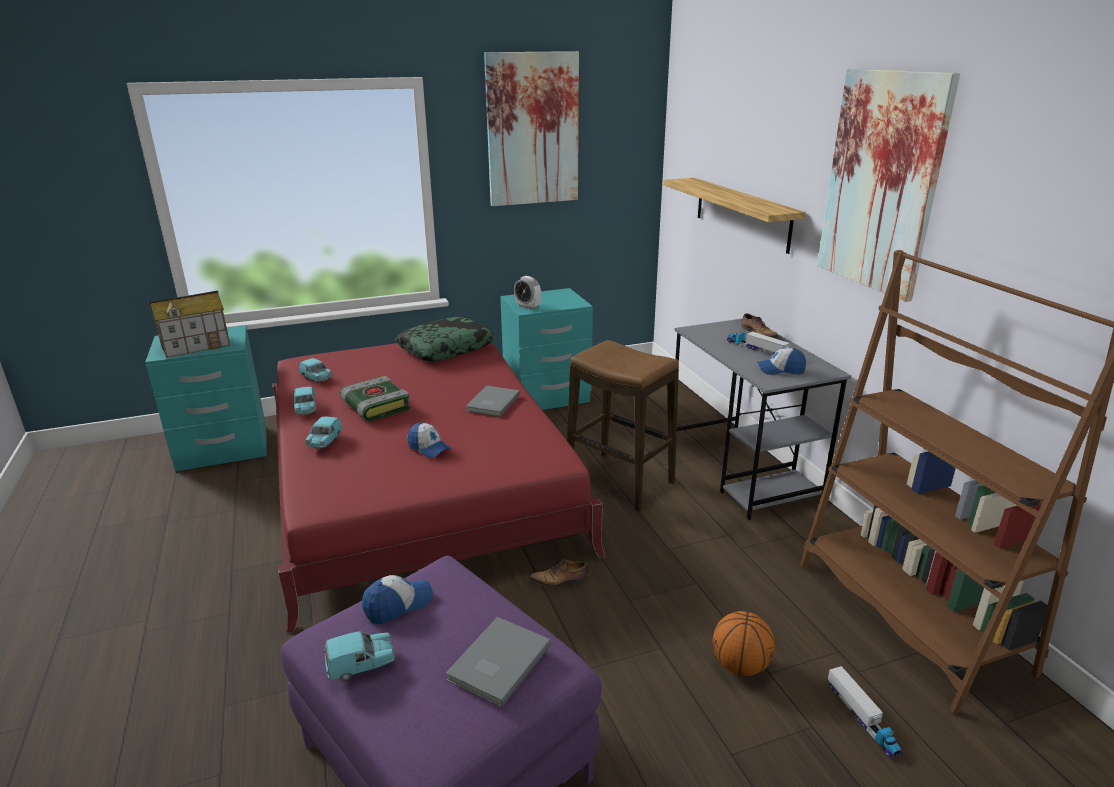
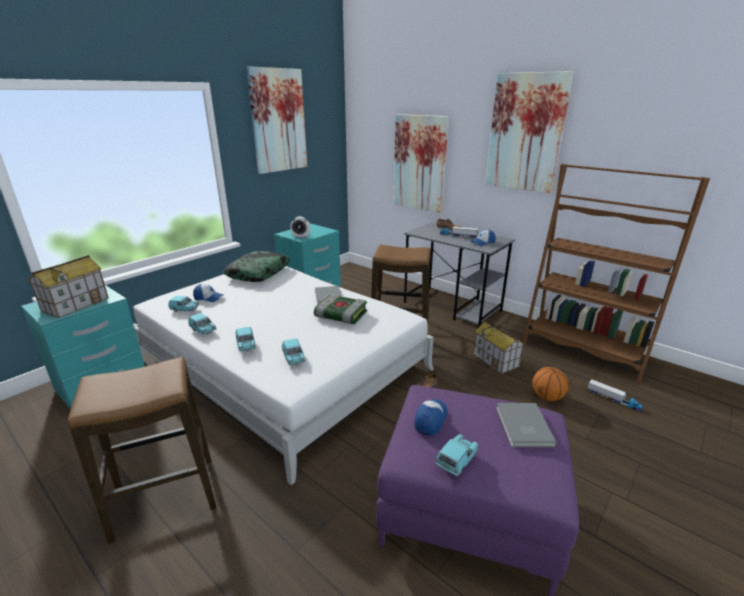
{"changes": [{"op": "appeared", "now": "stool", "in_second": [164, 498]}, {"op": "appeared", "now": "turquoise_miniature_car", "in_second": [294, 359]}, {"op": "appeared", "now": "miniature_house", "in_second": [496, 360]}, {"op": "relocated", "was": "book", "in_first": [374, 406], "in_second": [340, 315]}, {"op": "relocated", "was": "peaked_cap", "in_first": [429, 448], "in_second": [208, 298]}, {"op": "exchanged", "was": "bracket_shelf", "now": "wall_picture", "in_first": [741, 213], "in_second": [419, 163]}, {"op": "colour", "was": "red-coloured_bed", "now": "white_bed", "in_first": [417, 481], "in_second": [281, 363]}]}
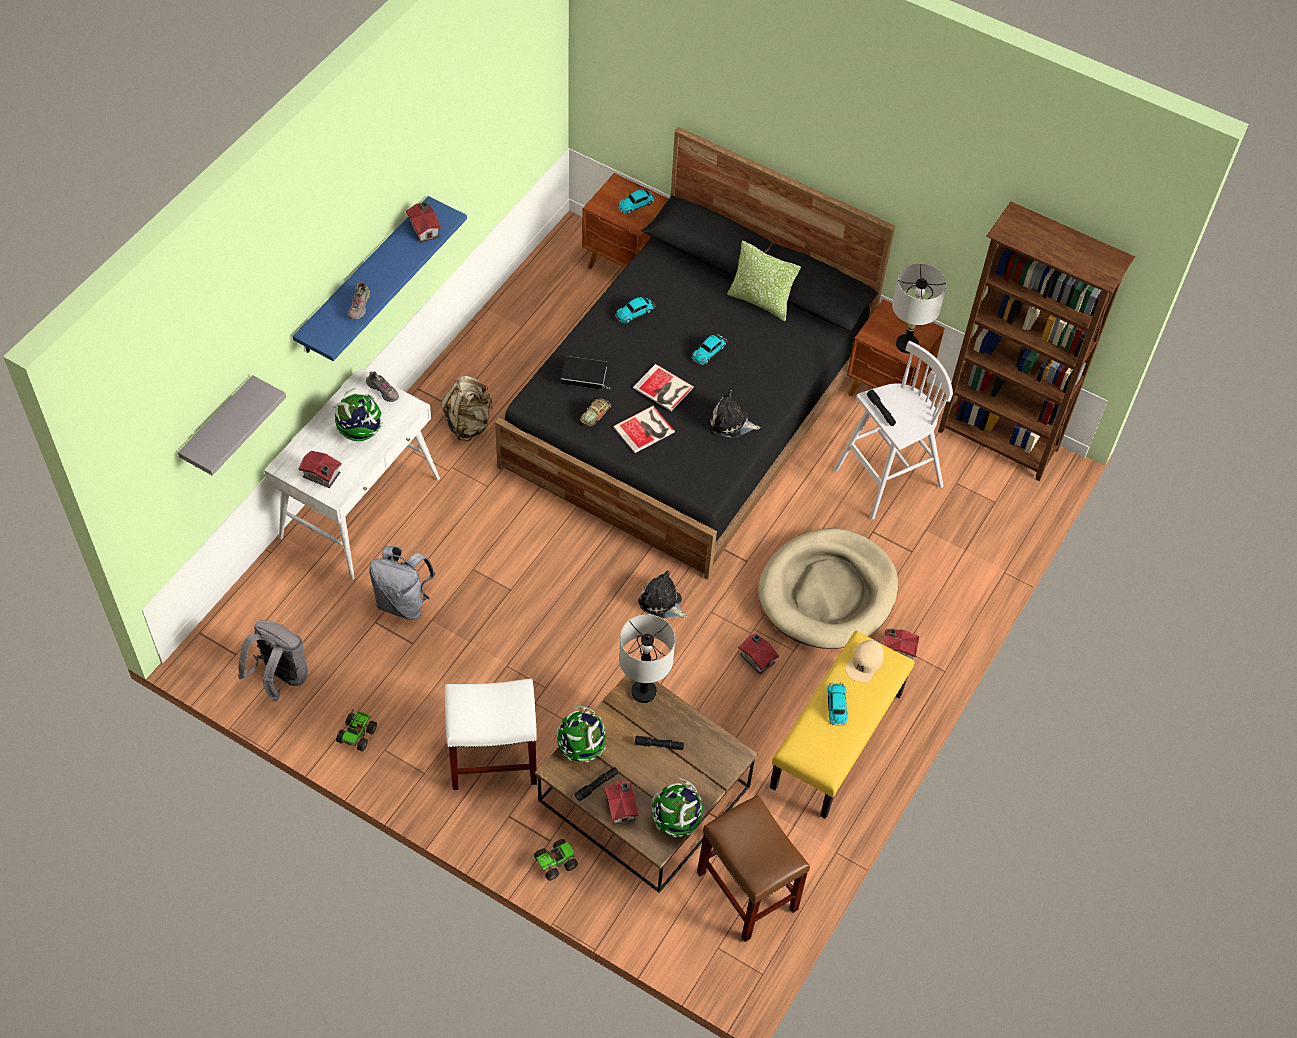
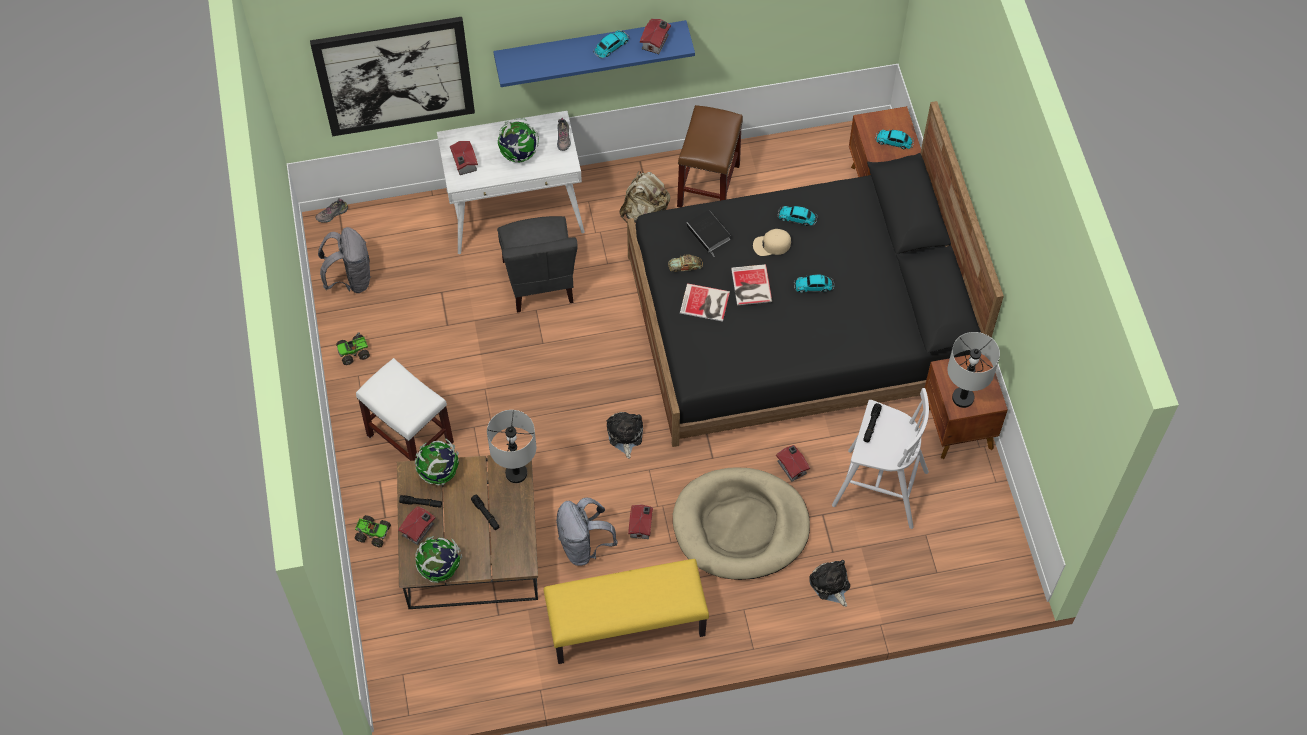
{"changes": [{"op": "missing", "was": "throw_pillow", "in_first": [760, 301]}, {"op": "missing", "was": "brown-coloured_bookcase", "in_first": [998, 442]}, {"op": "appeared", "now": "gray_plain_chair", "in_second": [540, 281]}, {"op": "relocated", "was": "shoe", "in_first": [360, 306], "in_second": [332, 214]}, {"op": "relocated", "was": "gray_rucksack", "in_first": [403, 602], "in_second": [584, 546]}, {"op": "relocated", "was": "brown-coloured_stool", "in_first": [746, 890], "in_second": [708, 185]}, {"op": "relocated", "was": "cuddly_toy", "in_first": [731, 423], "in_second": [830, 585]}, {"op": "relocated", "was": "miniature_car", "in_first": [836, 706], "in_second": [611, 47]}, {"op": "relocated", "was": "beige_peaked_cap", "in_first": [864, 663], "in_second": [771, 245]}, {"op": "relocated", "was": "miniature_house", "in_first": [897, 649], "in_second": [792, 466]}, {"op": "exchanged", "was": "gray_bracket_shelf", "now": "wall_picture", "in_first": [218, 425], "in_second": [394, 76]}]}
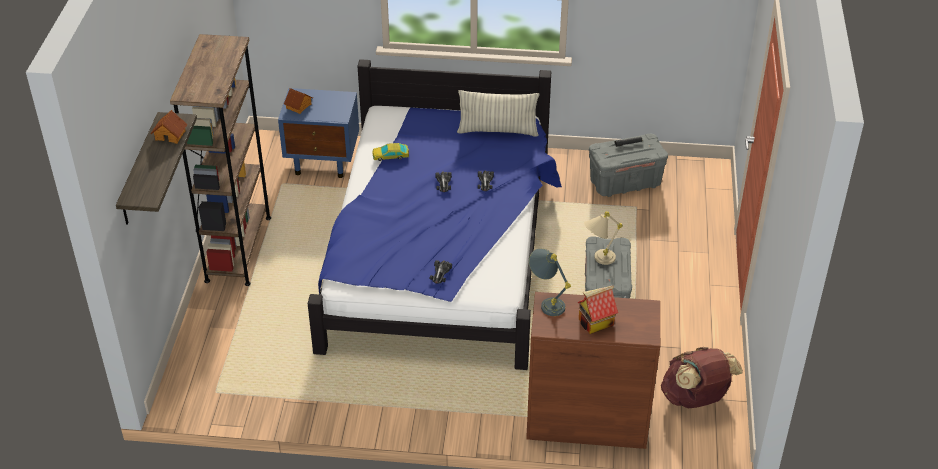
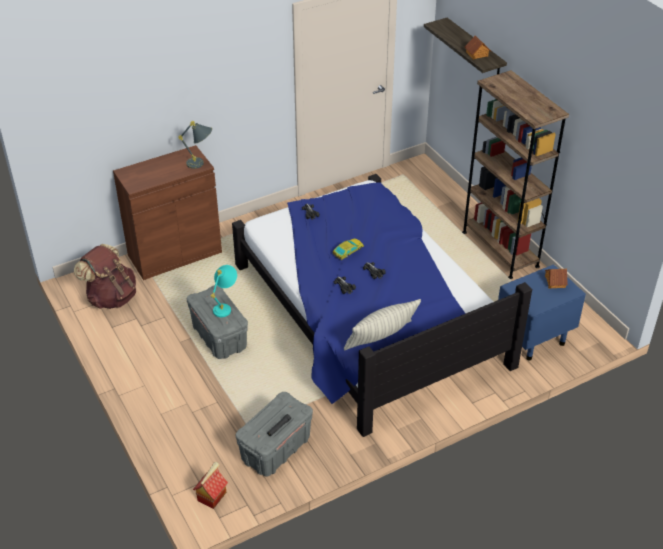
{"changes": [{"op": "relocated", "was": "miniature_car", "in_first": [390, 155], "in_second": [348, 251]}, {"op": "relocated", "was": "miniature_house", "in_first": [595, 323], "in_second": [211, 496]}, {"op": "colour", "was": "beige_table_lamp", "now": "turquoise_table_lamp", "in_first": [597, 260], "in_second": [225, 306]}]}
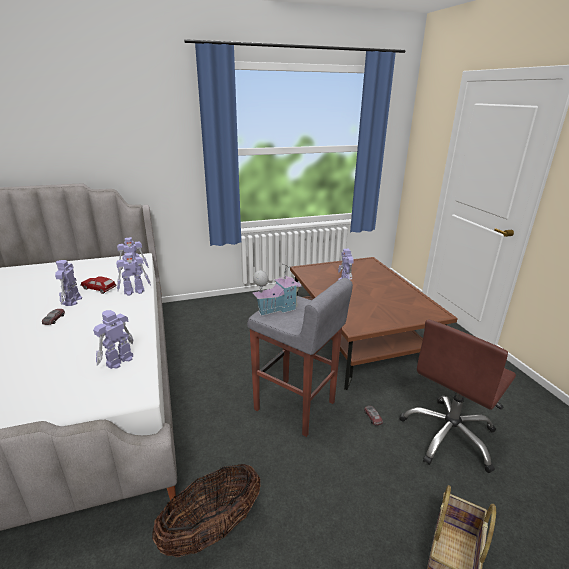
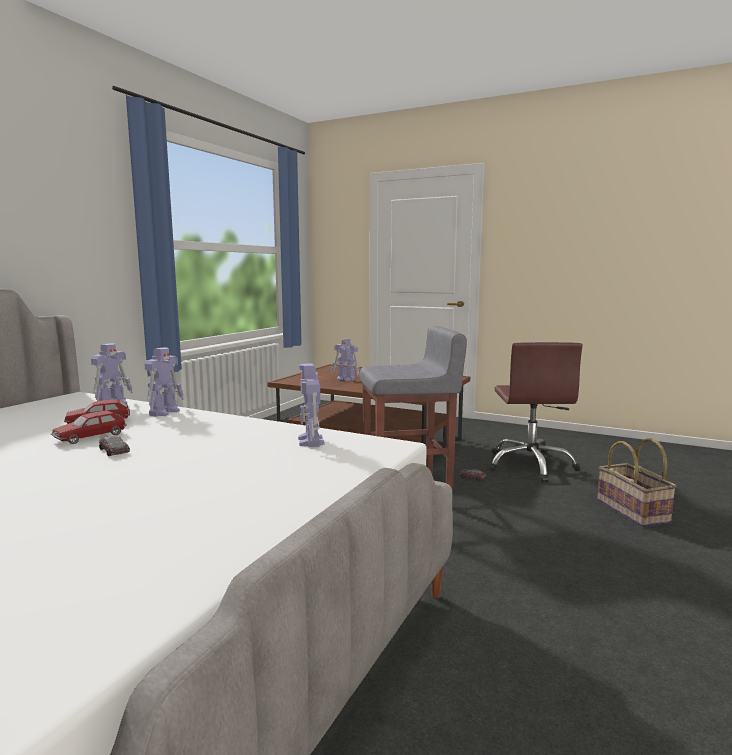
{"changes": [{"op": "missing", "was": "basket", "in_first": [212, 530]}, {"op": "missing", "was": "miniature_house", "in_first": [276, 308]}, {"op": "exchanged", "was": "robot_figure", "now": "miniature_car", "in_first": [72, 301], "in_second": [90, 437]}]}
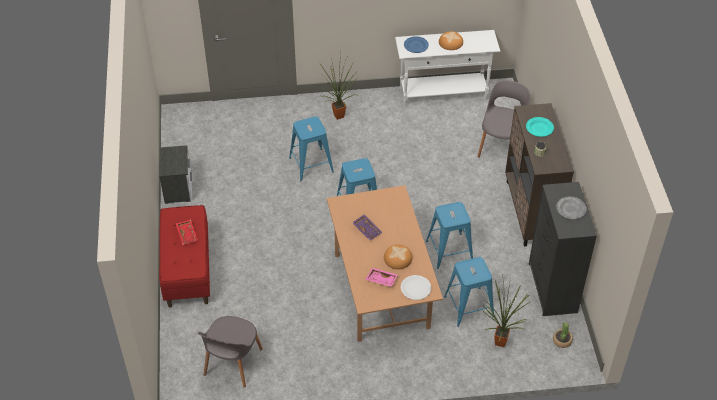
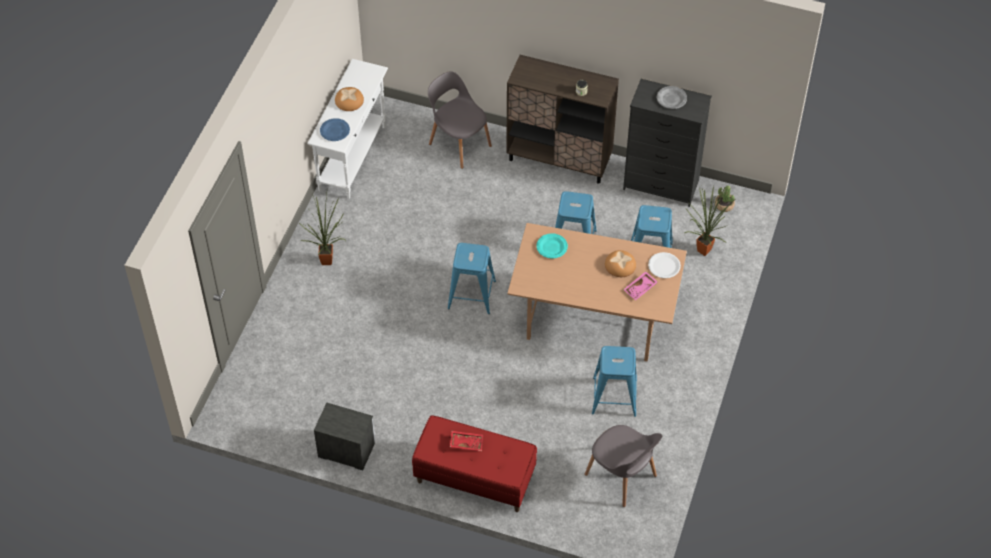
{"changes": [{"op": "missing", "was": "purplish_carrying_tray", "in_first": [367, 229]}, {"op": "relocated", "was": "blue_stool", "in_first": [311, 165], "in_second": [614, 396]}, {"op": "relocated", "was": "turquoise_flat_dish", "in_first": [539, 128], "in_second": [551, 247]}]}
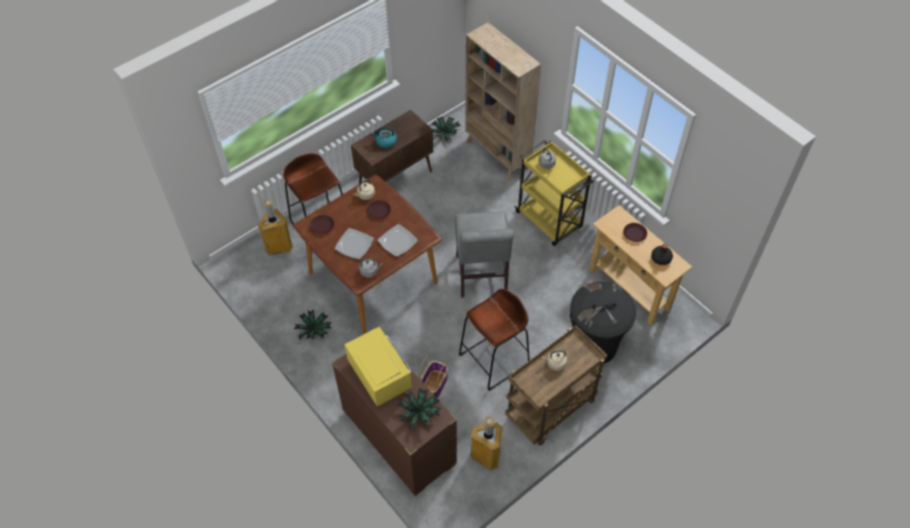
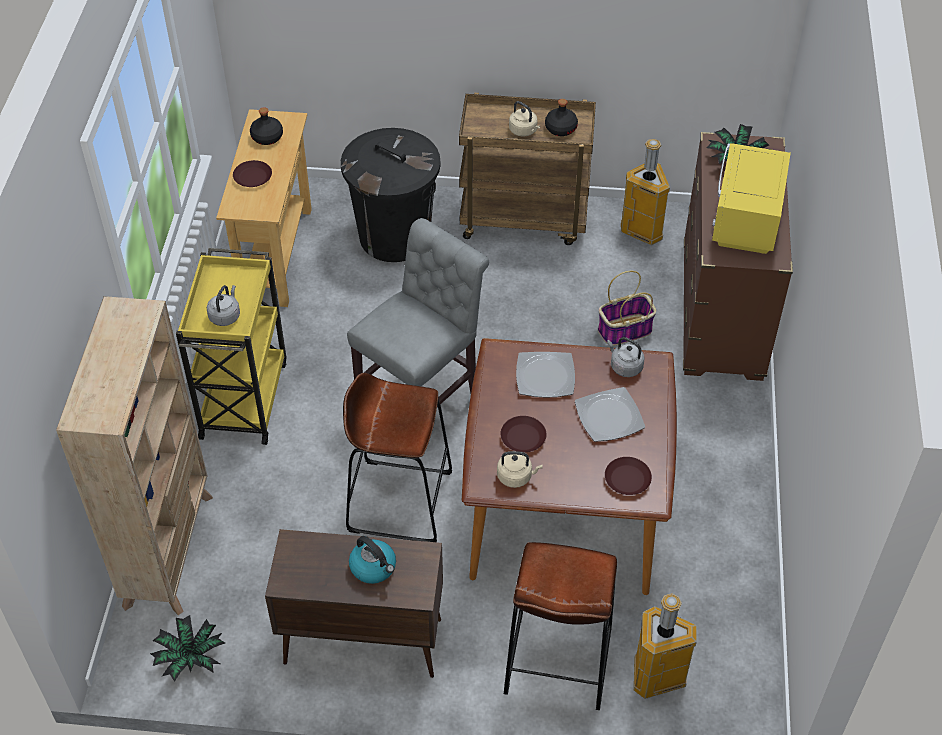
{"changes": [{"op": "missing", "was": "potted_plant", "in_first": [314, 331]}, {"op": "appeared", "now": "blackish_beverage_bottle", "in_second": [560, 128]}, {"op": "relocated", "was": "brown-coloured_stool", "in_first": [494, 360], "in_second": [399, 501]}]}
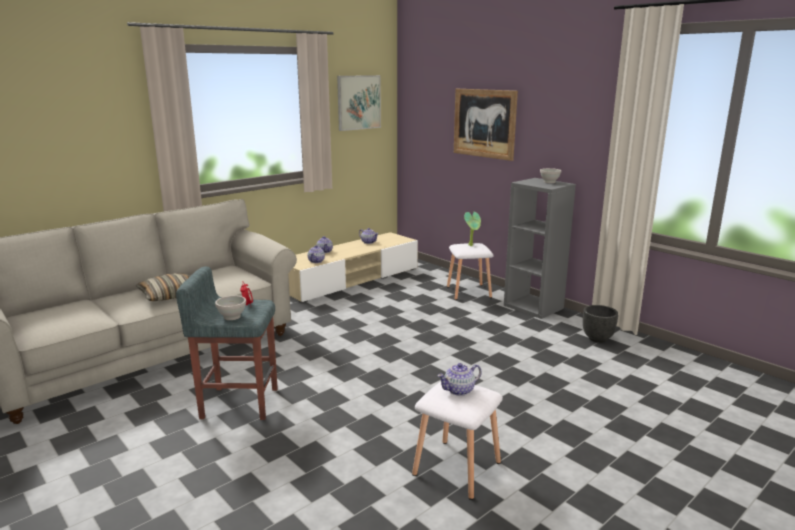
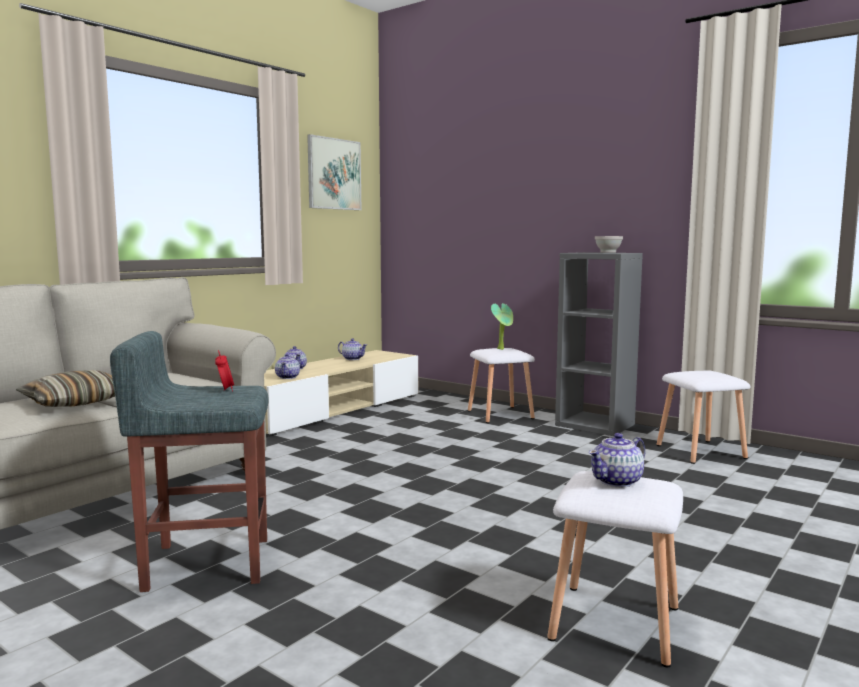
{"changes": [{"op": "missing", "was": "white_serving_bowl", "in_first": [231, 317]}, {"op": "missing", "was": "wall_picture", "in_first": [484, 123]}, {"op": "exchanged", "was": "blackish_flower_pot", "now": "white_stool", "in_first": [598, 339], "in_second": [702, 452]}]}
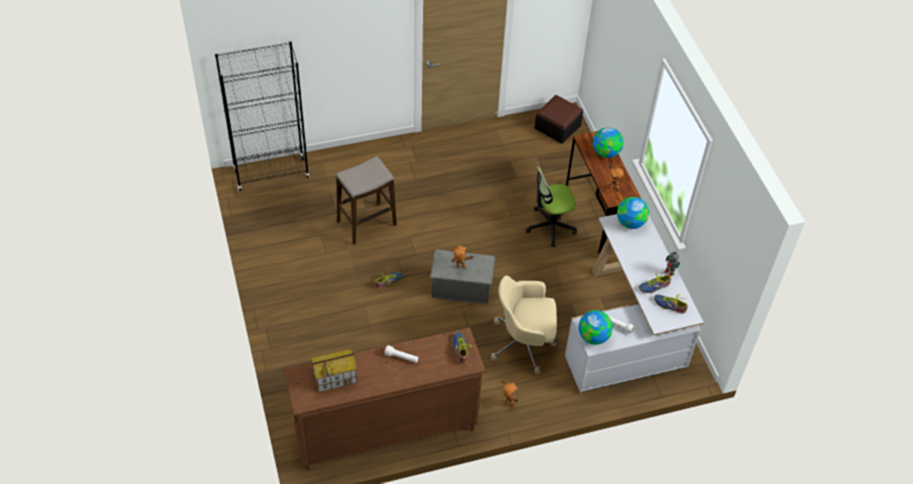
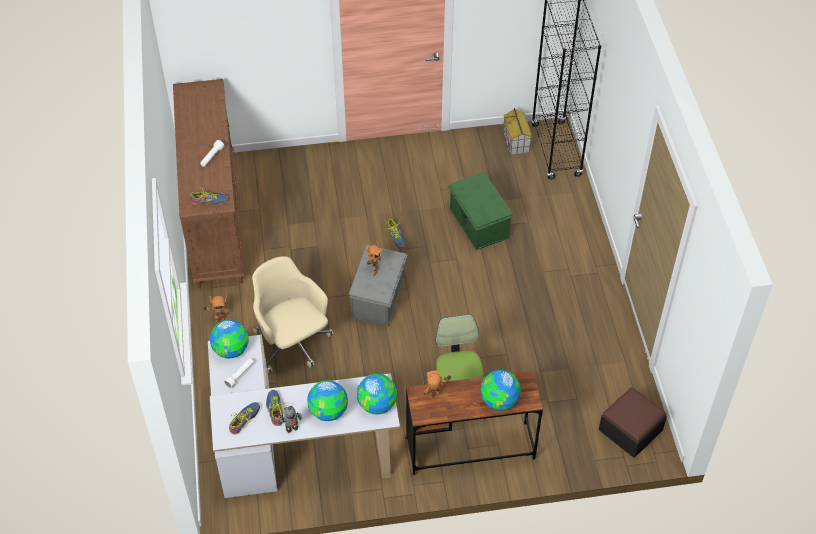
{"changes": [{"op": "appeared", "now": "globe", "in_second": [328, 411]}, {"op": "relocated", "was": "miniature_house", "in_first": [335, 377], "in_second": [516, 142]}, {"op": "exchanged", "was": "stool", "now": "green_storage_box", "in_first": [366, 223], "in_second": [478, 224]}, {"op": "spun", "was": "beige_desk_chair", "in_first": [524, 343], "in_second": [293, 344], "clockwise": -45}]}
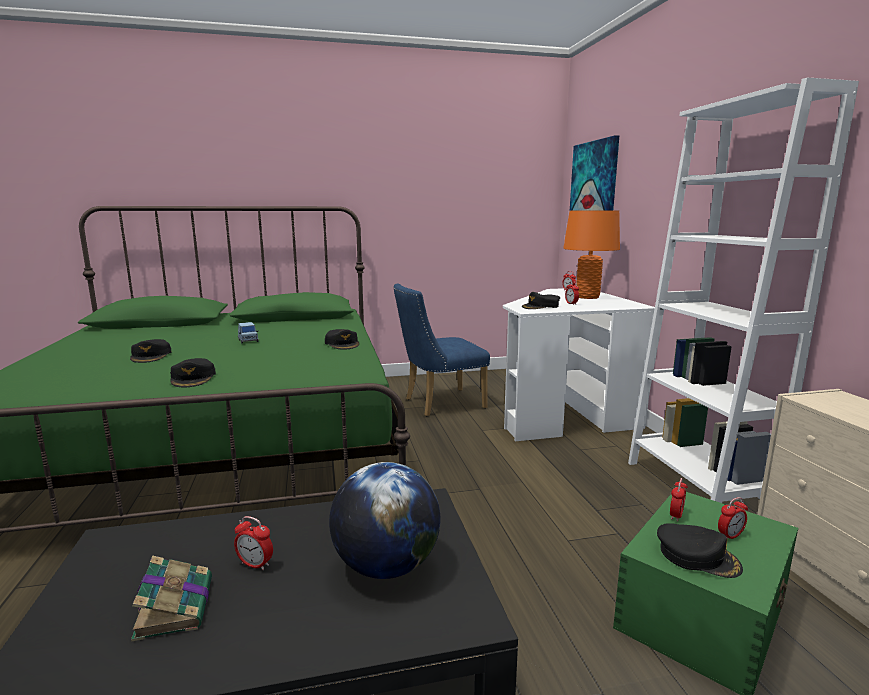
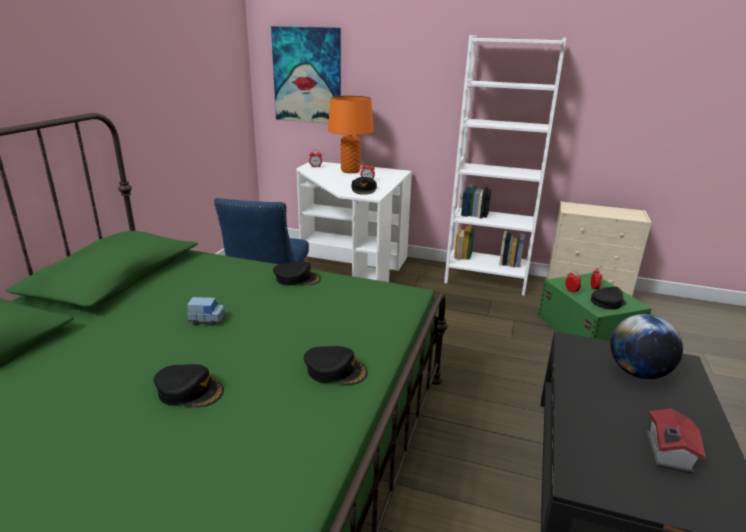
{"changes": [{"op": "missing", "was": "bedside_clock", "in_first": [255, 564]}, {"op": "exchanged", "was": "book", "now": "miniature_house", "in_first": [175, 606], "in_second": [667, 453]}]}
